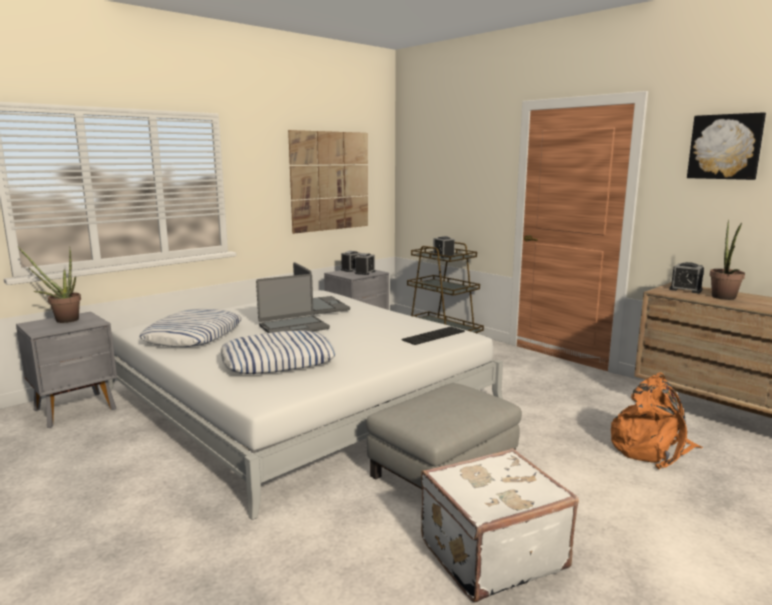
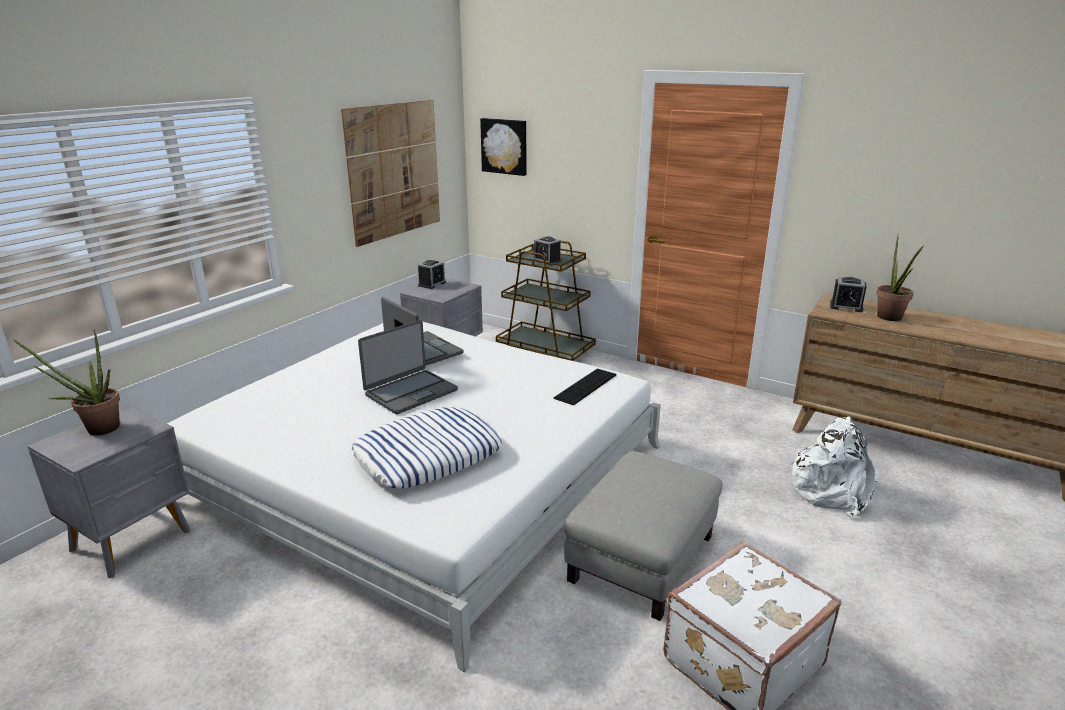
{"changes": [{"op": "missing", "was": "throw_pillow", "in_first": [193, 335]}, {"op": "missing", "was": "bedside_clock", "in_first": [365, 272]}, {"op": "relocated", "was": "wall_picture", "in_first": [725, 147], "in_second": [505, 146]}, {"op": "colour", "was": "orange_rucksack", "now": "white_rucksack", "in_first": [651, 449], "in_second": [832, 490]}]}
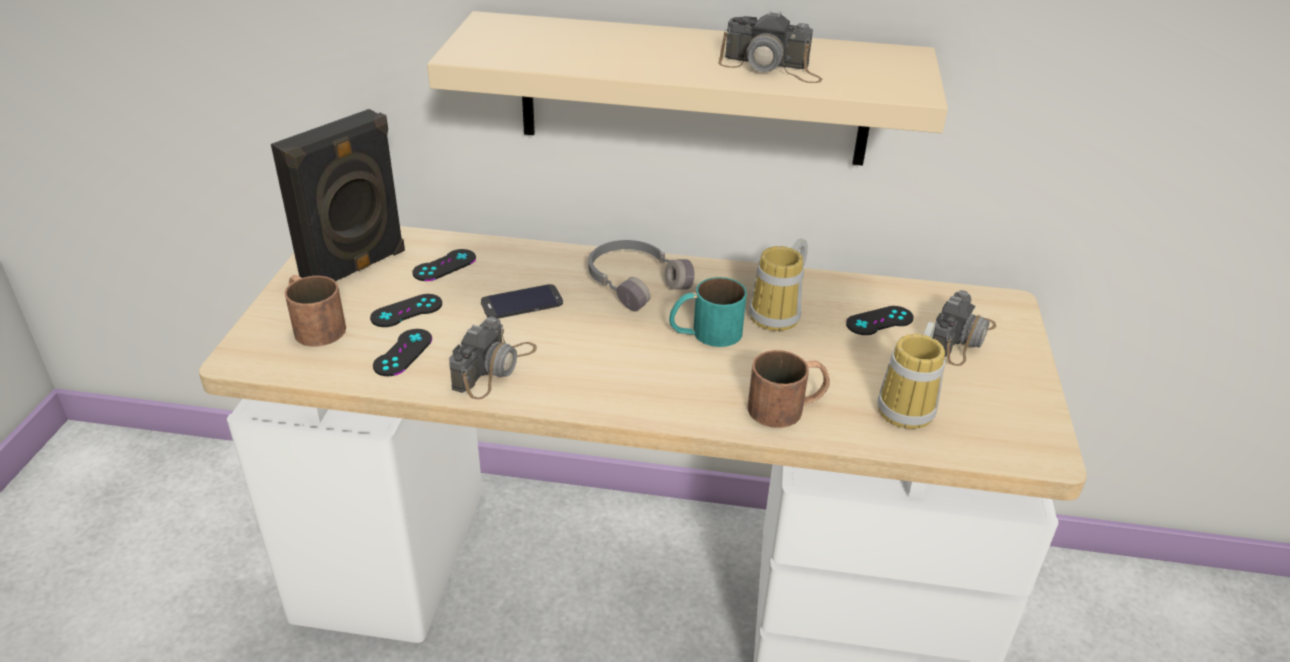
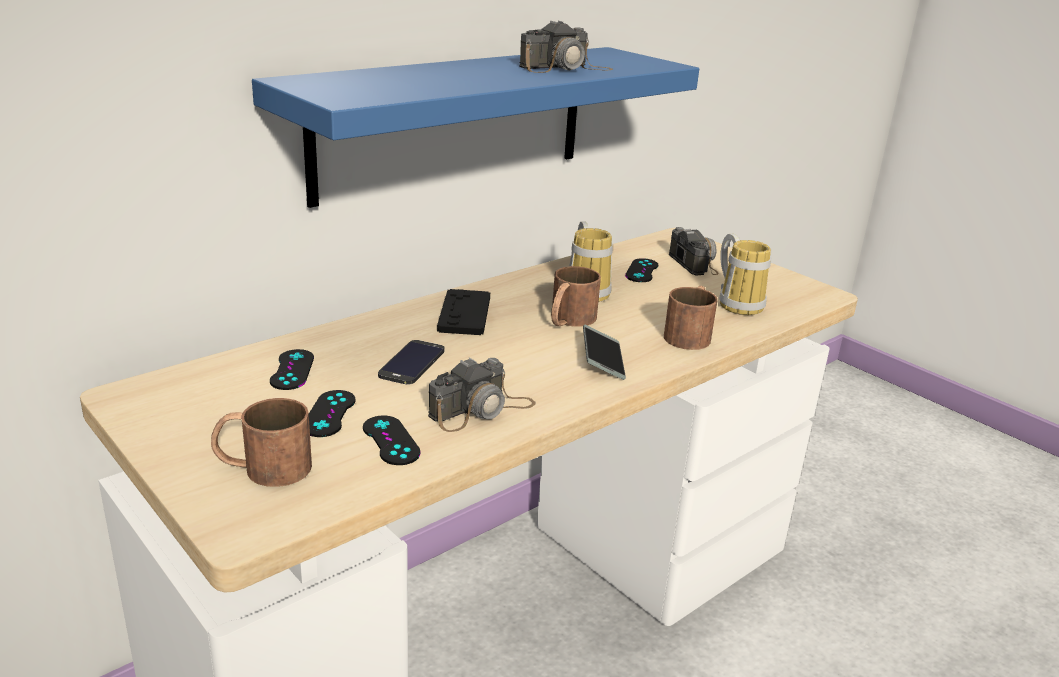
{"changes": [{"op": "missing", "was": "blackish_audio_speaker", "in_first": [356, 268]}, {"op": "appeared", "now": "phone", "in_second": [602, 360]}, {"op": "exchanged", "was": "gray_headphones", "now": "blackish_gamepad", "in_first": [635, 282], "in_second": [464, 314]}, {"op": "colour", "was": "beige_bracket_shelf", "now": "blue_bracket_shelf", "in_first": [694, 90], "in_second": [454, 121]}, {"op": "colour", "was": "turquoise_tea_mug", "now": "brown-coloured_tea_mug", "in_first": [705, 333], "in_second": [568, 320]}, {"op": "spun", "was": "photo_camera", "in_first": [494, 367], "in_second": [482, 410], "clockwise": 75}]}
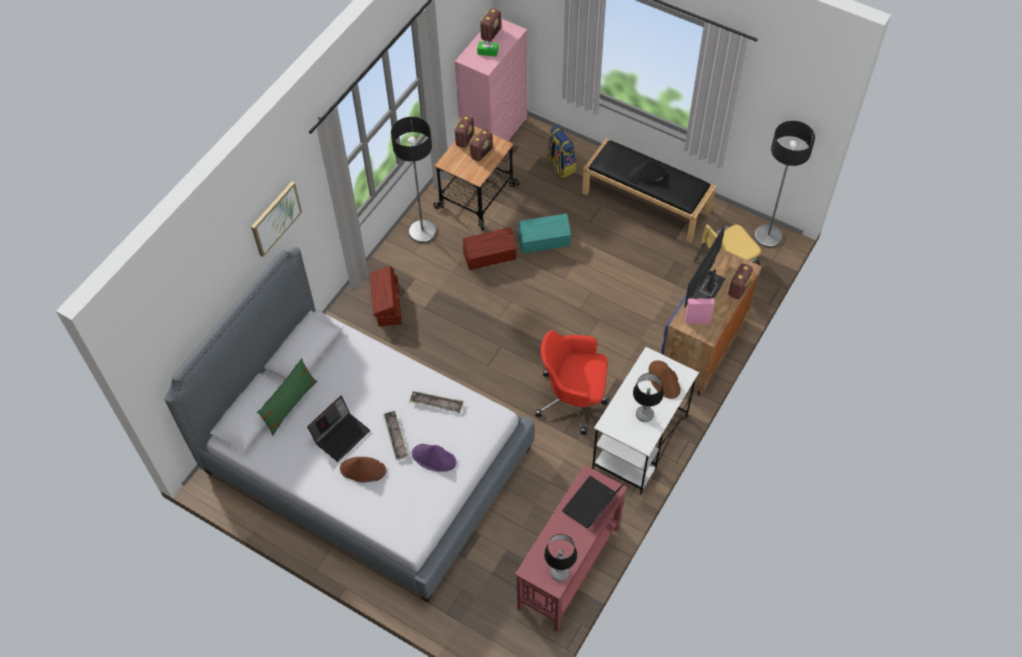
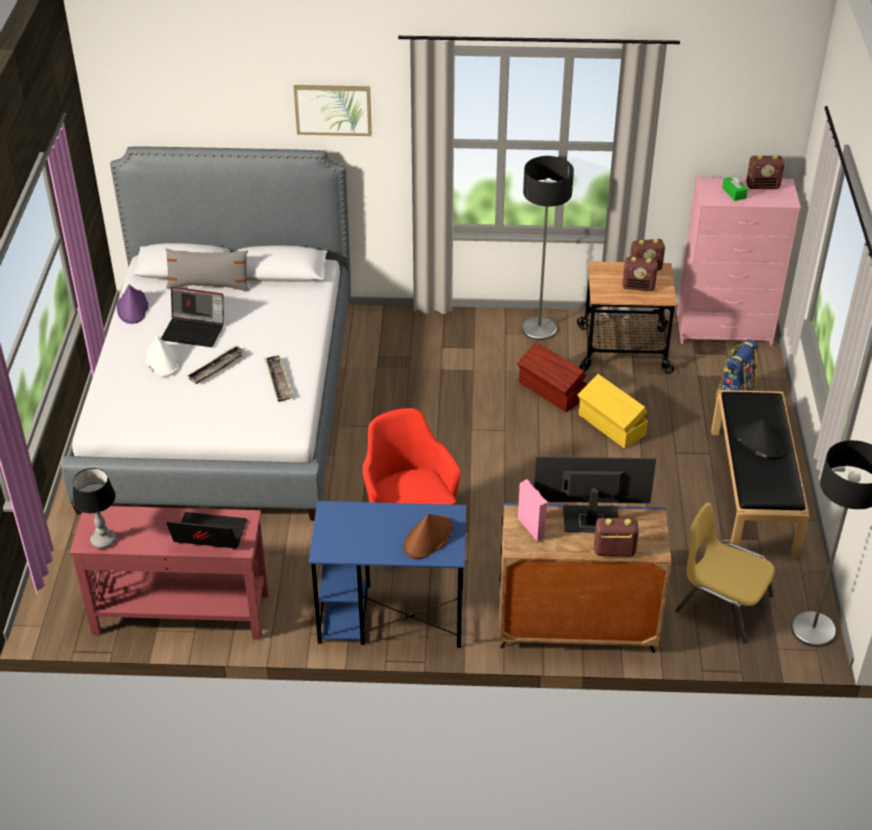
{"changes": [{"op": "missing", "was": "brown-coloured_storage_box", "in_first": [387, 305]}, {"op": "missing", "was": "table_lamp", "in_first": [645, 415]}, {"op": "relocated", "was": "purplish_wearable_hat", "in_first": [434, 458], "in_second": [132, 308]}, {"op": "colour", "was": "green_throw_pillow", "now": "gray_throw_pillow", "in_first": [290, 405], "in_second": [209, 285]}, {"op": "colour", "was": "brown-coloured_wearable_hat", "now": "white_wearable_hat", "in_first": [363, 470], "in_second": [161, 360]}, {"op": "colour", "was": "turquoise_storage_box", "now": "yellowish_storage_box", "in_first": [544, 241], "in_second": [611, 426]}, {"op": "colour", "was": "white_desk_table", "now": "blue_desk_table", "in_first": [640, 443], "in_second": [390, 615]}]}
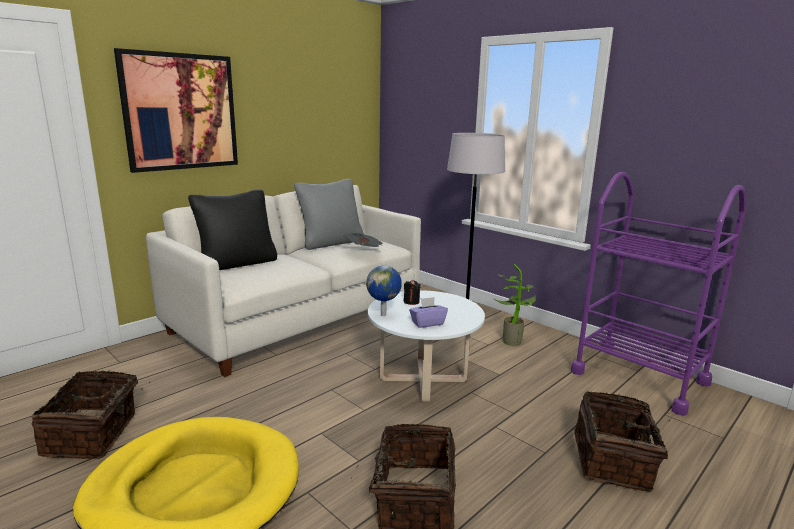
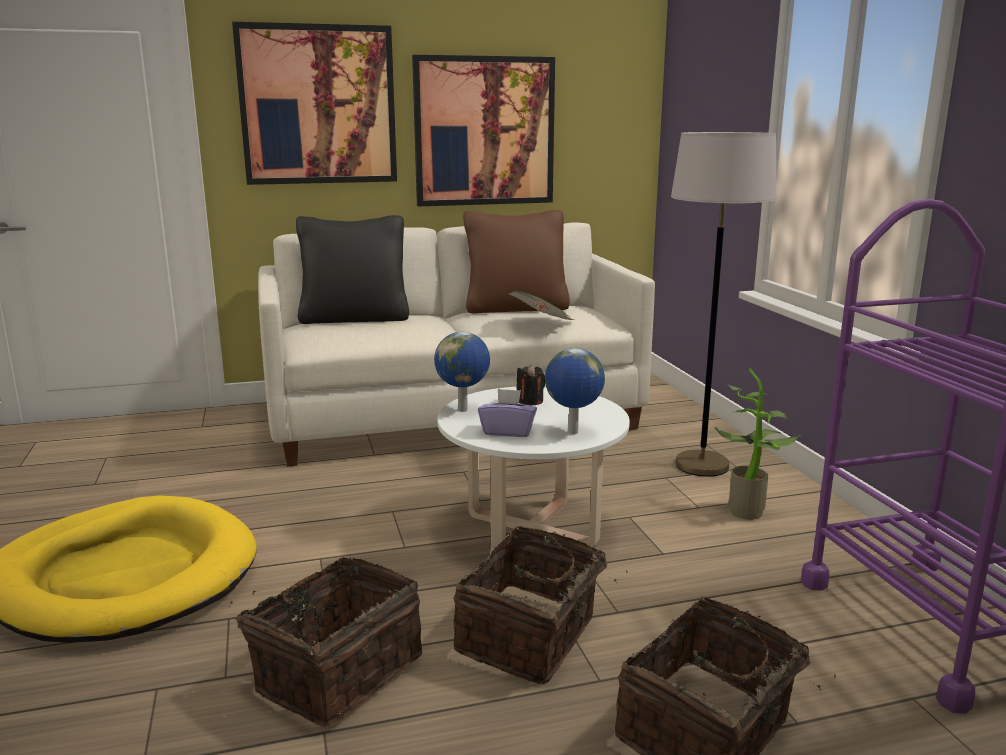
{"changes": [{"op": "appeared", "now": "wall_picture", "in_second": [484, 131]}, {"op": "appeared", "now": "globe", "in_second": [573, 432]}, {"op": "relocated", "was": "basket", "in_first": [94, 434], "in_second": [531, 636]}, {"op": "colour", "was": "gray_throw_pillow", "now": "brown-coloured_throw_pillow", "in_first": [331, 243], "in_second": [516, 308]}]}
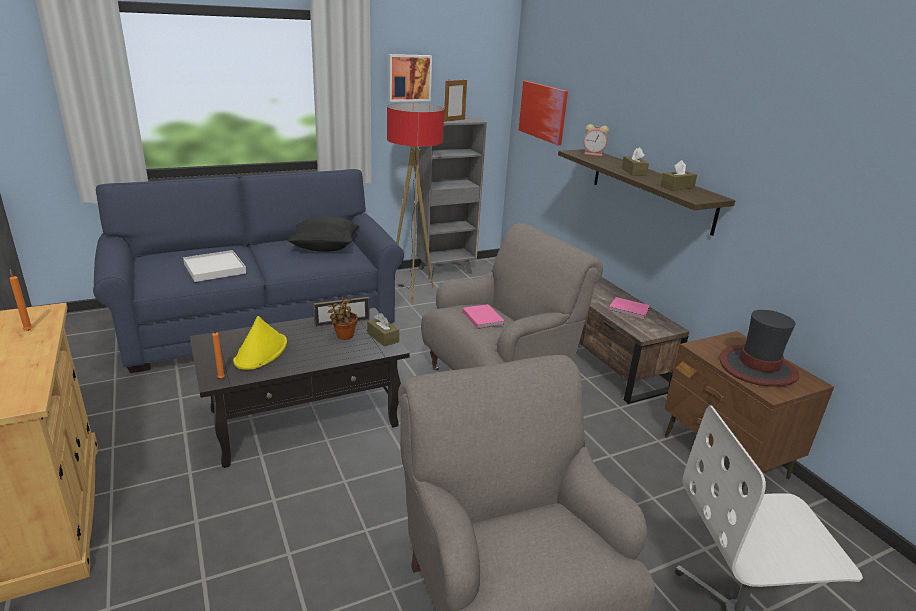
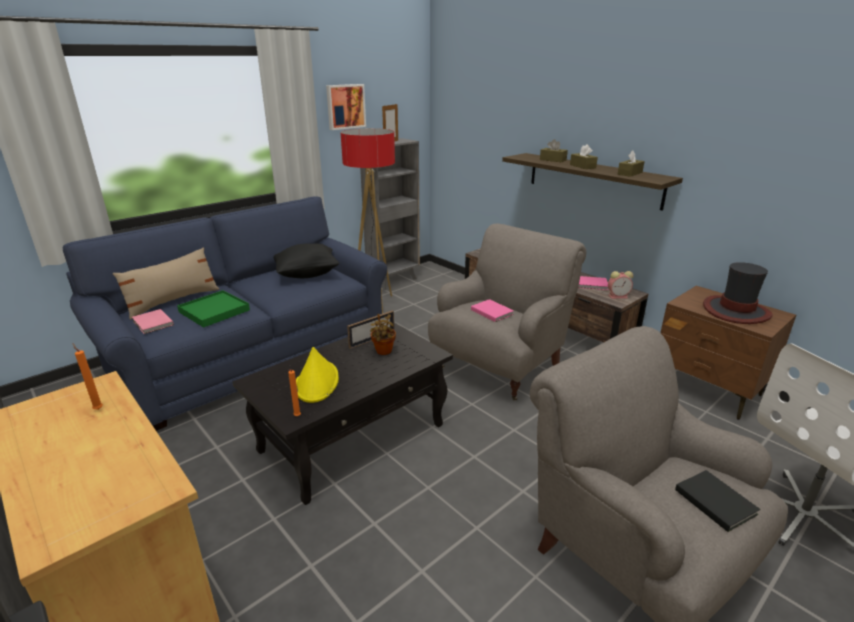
{"changes": [{"op": "missing", "was": "wall_picture", "in_first": [543, 112]}, {"op": "appeared", "now": "beige_throw_pillow", "in_second": [173, 301]}, {"op": "appeared", "now": "pinkish_book", "in_second": [152, 323]}, {"op": "appeared", "now": "blackish_book", "in_second": [714, 500]}, {"op": "relocated", "was": "brown-coloured_tissue_box", "in_first": [383, 337], "in_second": [553, 160]}, {"op": "relocated", "was": "bedside_clock", "in_first": [594, 154], "in_second": [618, 296]}, {"op": "colour", "was": "white_carrying_tray", "now": "green_carrying_tray", "in_first": [214, 268], "in_second": [214, 311]}]}
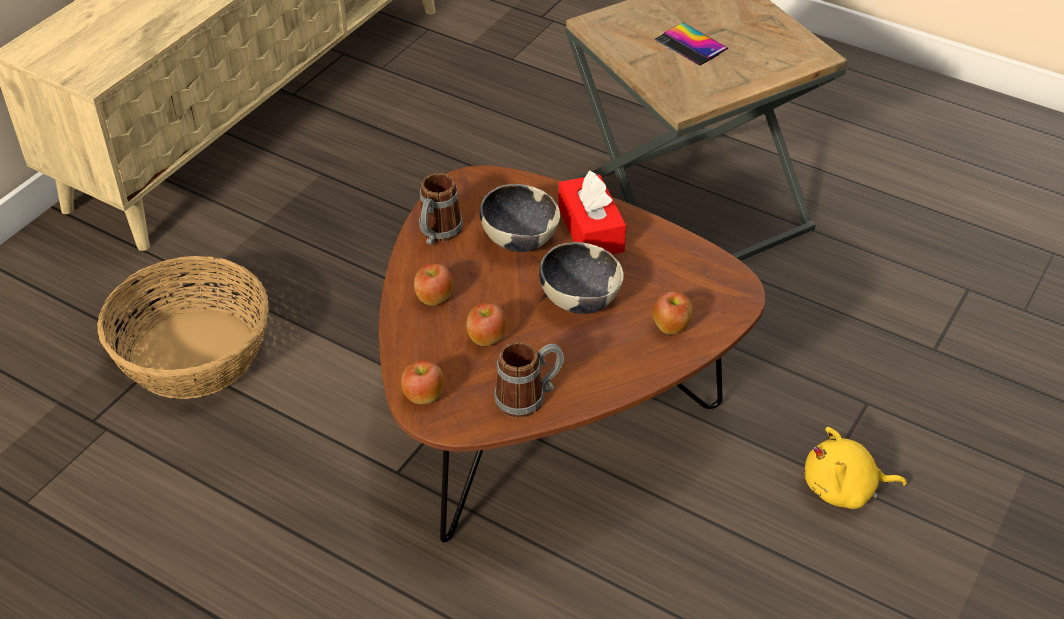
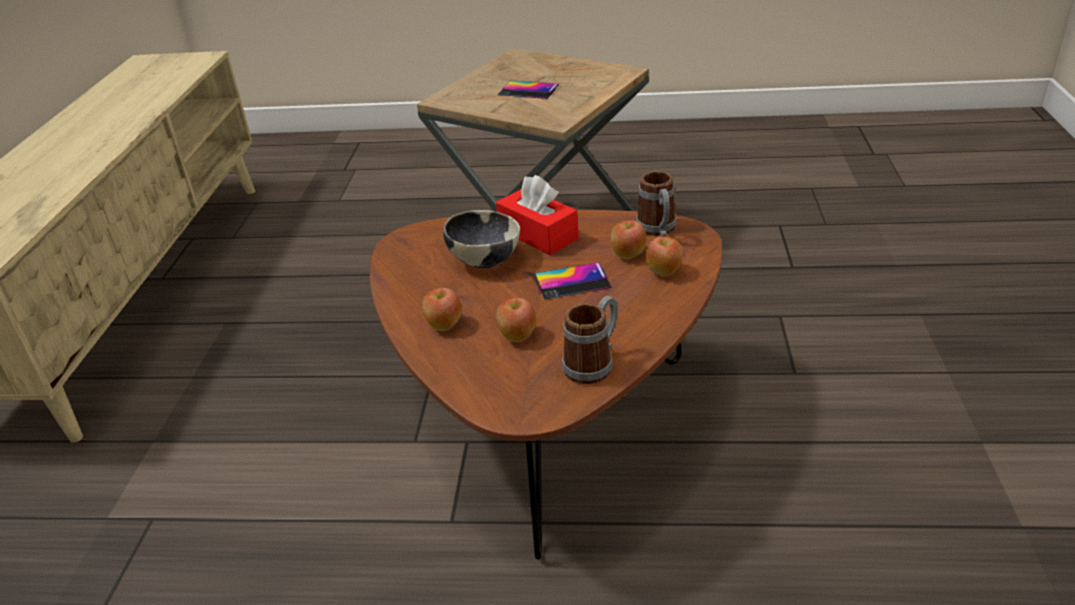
{"changes": [{"op": "missing", "was": "basket", "in_first": [195, 353]}, {"op": "missing", "was": "yellowish_cuddly_toy", "in_first": [844, 489]}, {"op": "relocated", "was": "whole_apple", "in_first": [423, 396], "in_second": [628, 255]}, {"op": "relocated", "was": "tea_mug", "in_first": [437, 234], "in_second": [658, 230]}, {"op": "exchanged", "was": "serving_bowl", "now": "phone", "in_first": [579, 300], "in_second": [572, 281]}]}
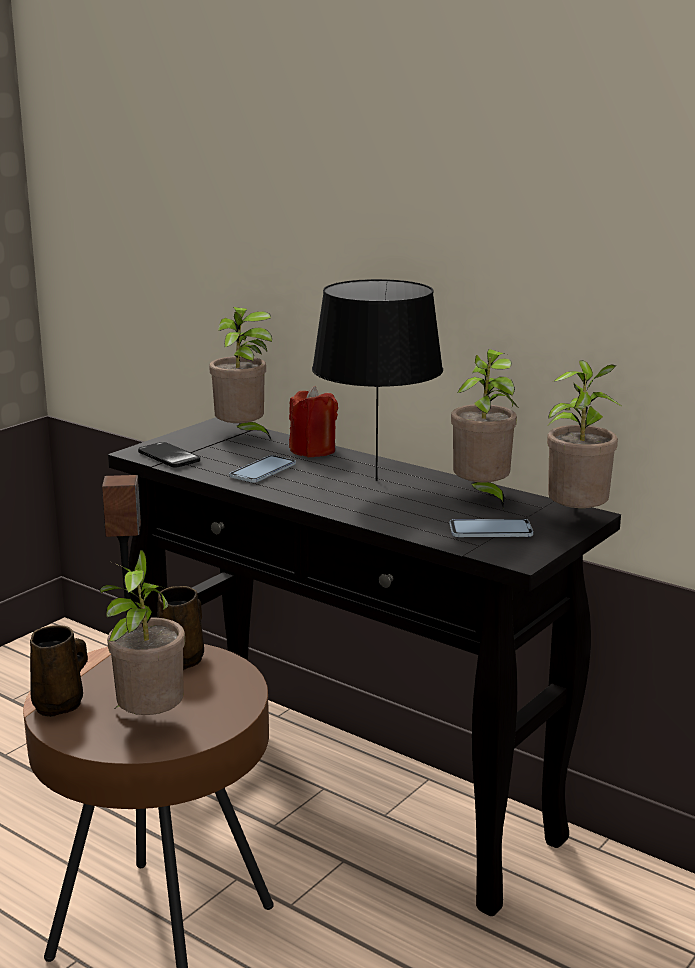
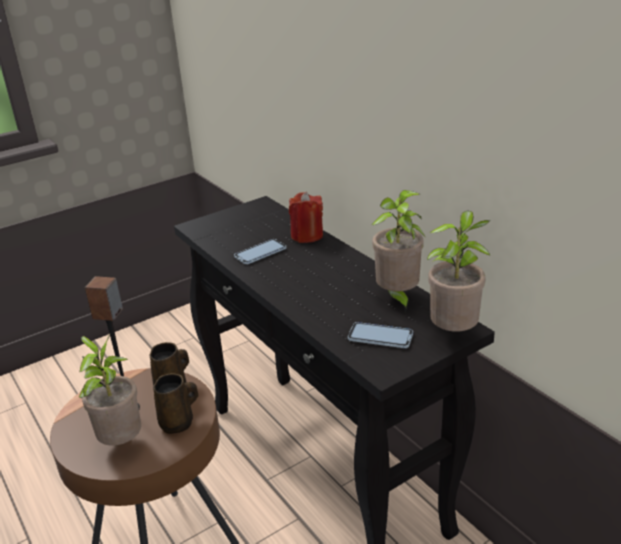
{"changes": [{"op": "missing", "was": "phone", "in_first": [169, 457]}, {"op": "missing", "was": "potted_plant", "in_first": [243, 436]}, {"op": "missing", "was": "blackish_table_lamp", "in_first": [375, 481]}, {"op": "relocated", "was": "brown-coloured_tea_mug", "in_first": [61, 704], "in_second": [178, 423]}]}
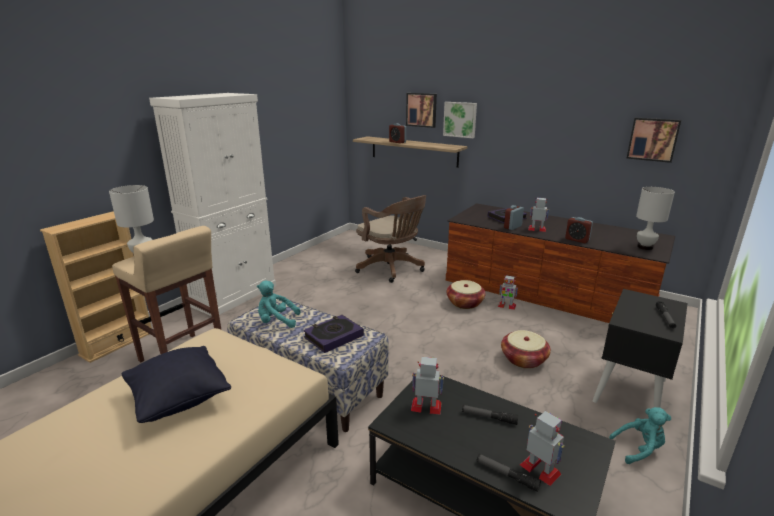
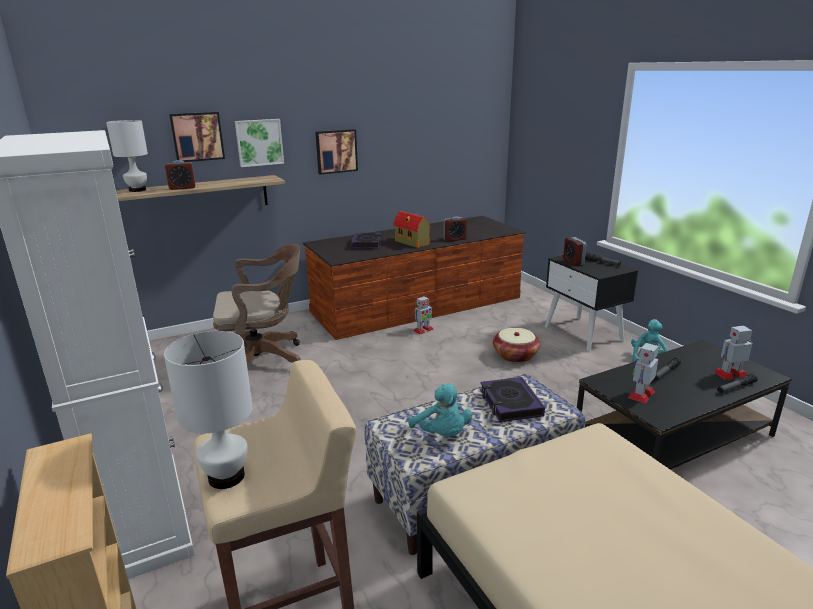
{"changes": [{"op": "missing", "was": "blackish_throw_pillow", "in_first": [179, 400]}, {"op": "missing", "was": "basket", "in_first": [465, 303]}, {"op": "relocated", "was": "bedside_clock", "in_first": [512, 227], "in_second": [573, 262]}, {"op": "relocated", "was": "wall_picture", "in_first": [653, 139], "in_second": [336, 151]}, {"op": "relocated", "was": "white_table_lamp", "in_first": [644, 247], "in_second": [137, 190]}, {"op": "exchanged", "was": "robot_figure", "now": "miniature_house", "in_first": [537, 229], "in_second": [412, 243]}, {"op": "spun", "was": "turquoise_cuddly_toy", "in_first": [276, 321], "in_second": [442, 434], "clockwise": -60}]}
